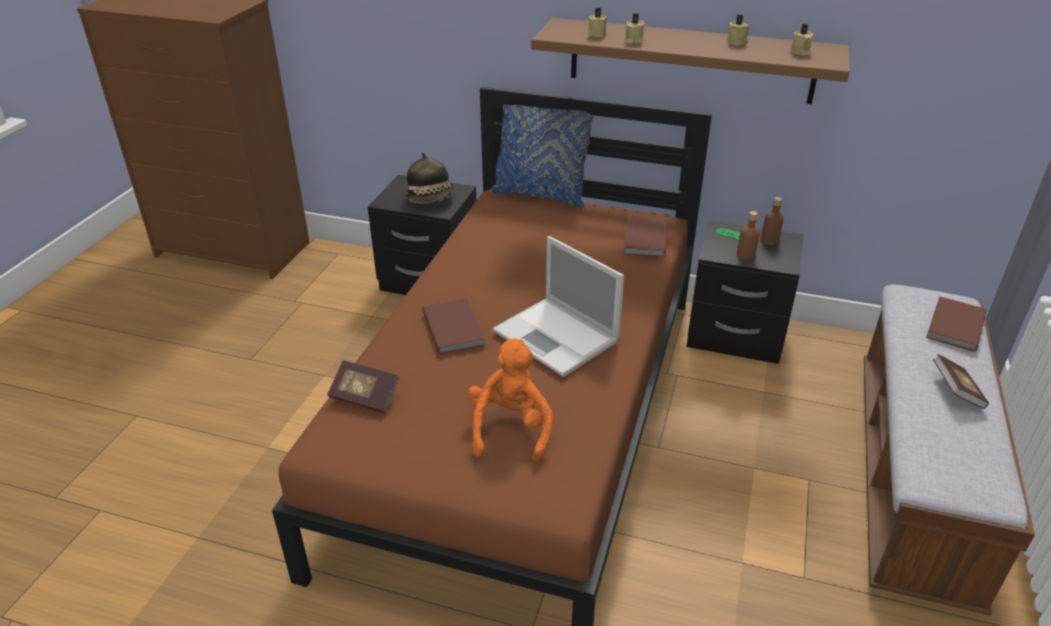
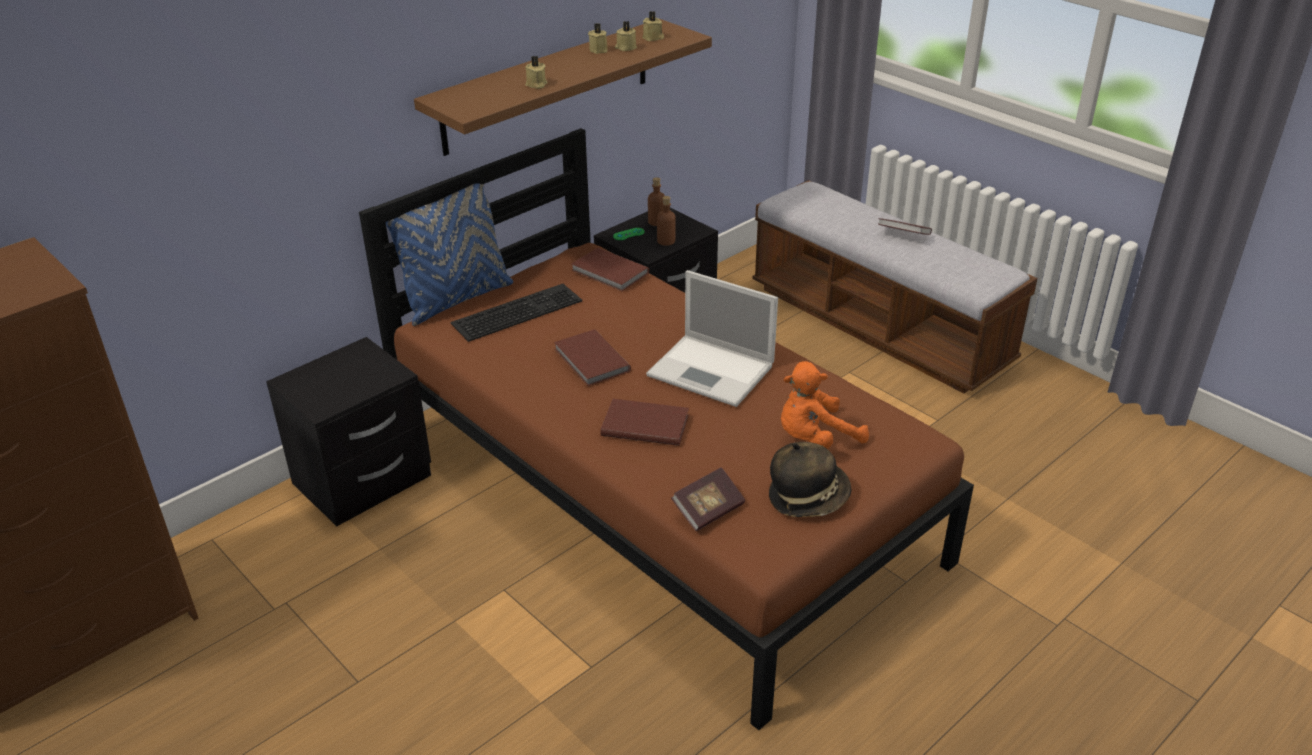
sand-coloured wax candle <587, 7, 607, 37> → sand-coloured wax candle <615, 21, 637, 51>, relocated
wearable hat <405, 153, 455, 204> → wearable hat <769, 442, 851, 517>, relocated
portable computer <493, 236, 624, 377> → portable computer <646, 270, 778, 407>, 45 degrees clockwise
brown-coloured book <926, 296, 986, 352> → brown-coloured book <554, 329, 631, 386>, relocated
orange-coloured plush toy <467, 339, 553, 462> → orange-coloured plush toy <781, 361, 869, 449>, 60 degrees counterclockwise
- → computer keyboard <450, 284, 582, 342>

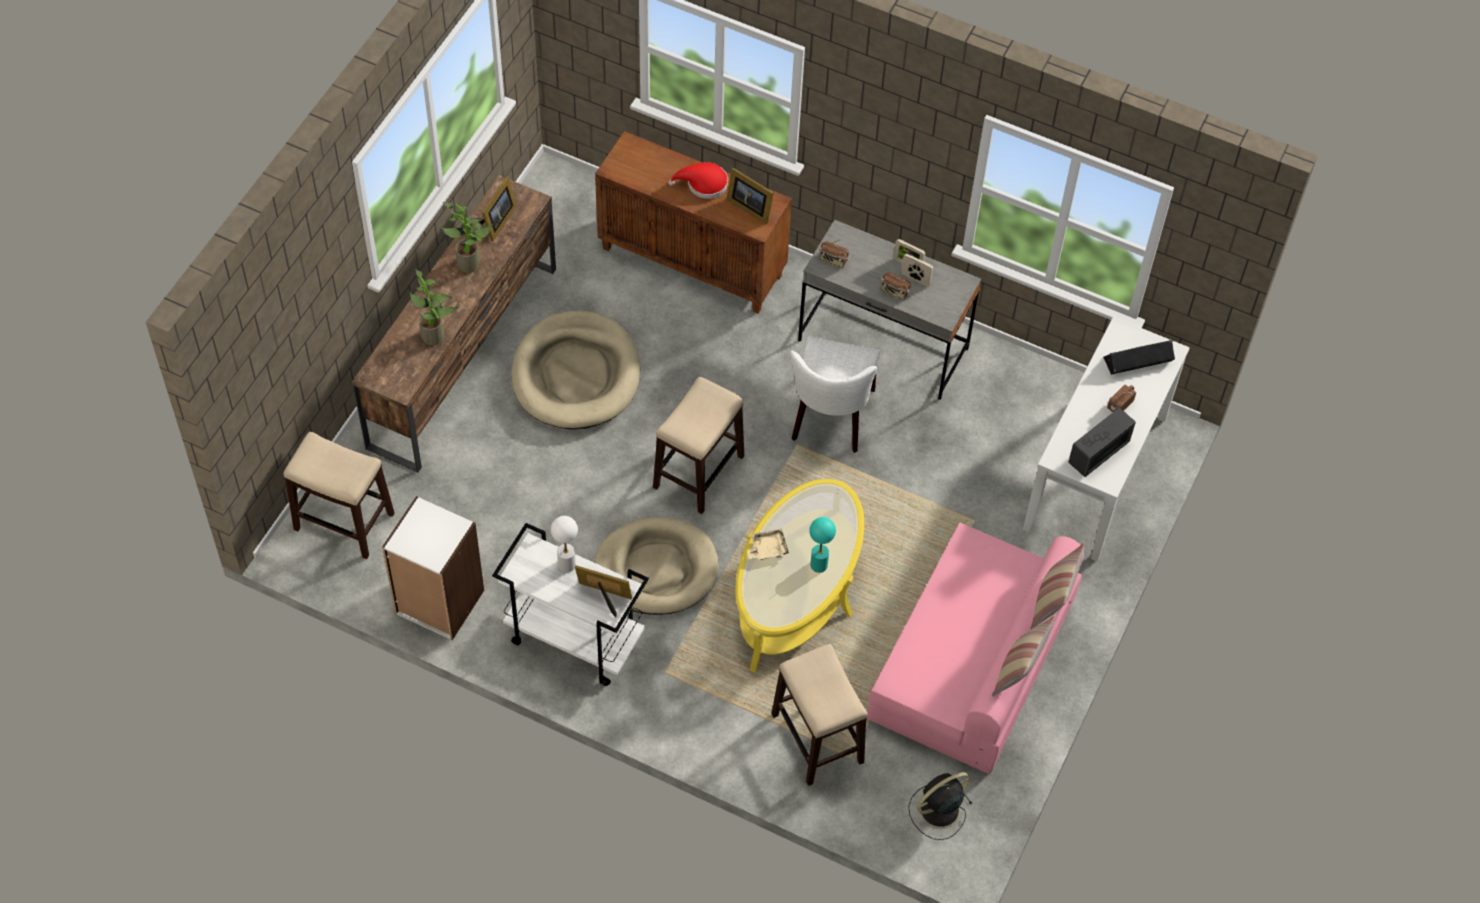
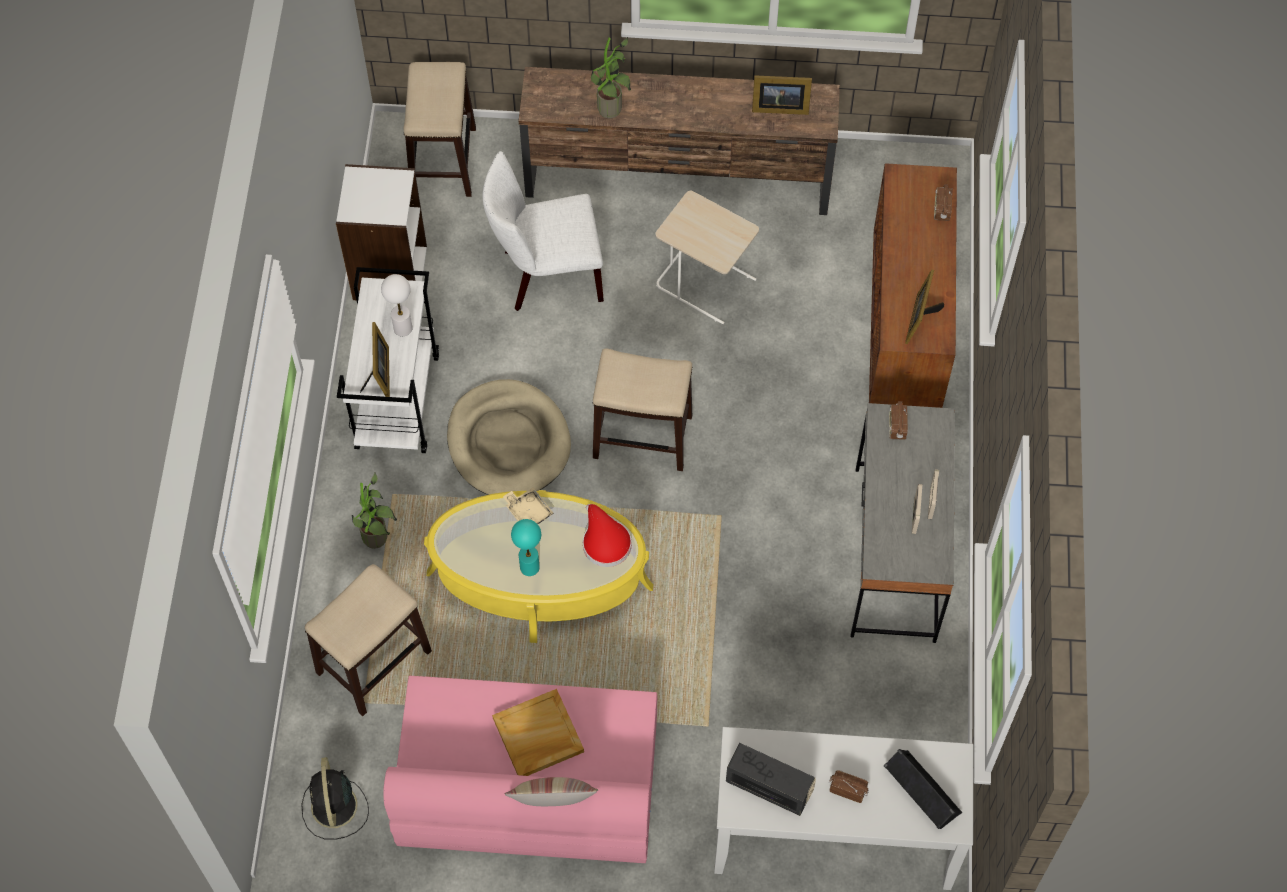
red-coloured wearable hat <668, 162, 728, 199> → red-coloured wearable hat <583, 504, 631, 567>, relocated
plant in a pot <440, 202, 493, 273> → plant in a pot <352, 472, 397, 549>, relocated
radio <881, 272, 911, 300> → radio <934, 184, 953, 221>, relocated
sand-coloured dog cushion <511, 311, 640, 430> → sand-coloured accent table <655, 191, 759, 324>
whitish upright chair <790, 337, 880, 453> → whitish upright chair <482, 151, 604, 311>, relocated
throw pillow <992, 615, 1056, 696> → -
black cooling fan <908, 772, 972, 840> → black cooling fan <301, 757, 369, 840>, 135 degrees counterclockwise
- → sand-coloured tray <492, 689, 584, 776>

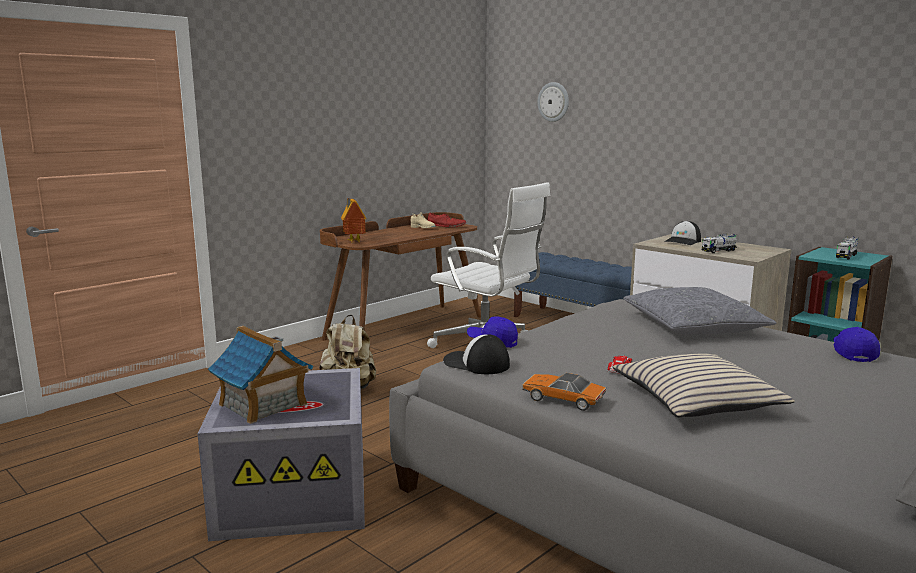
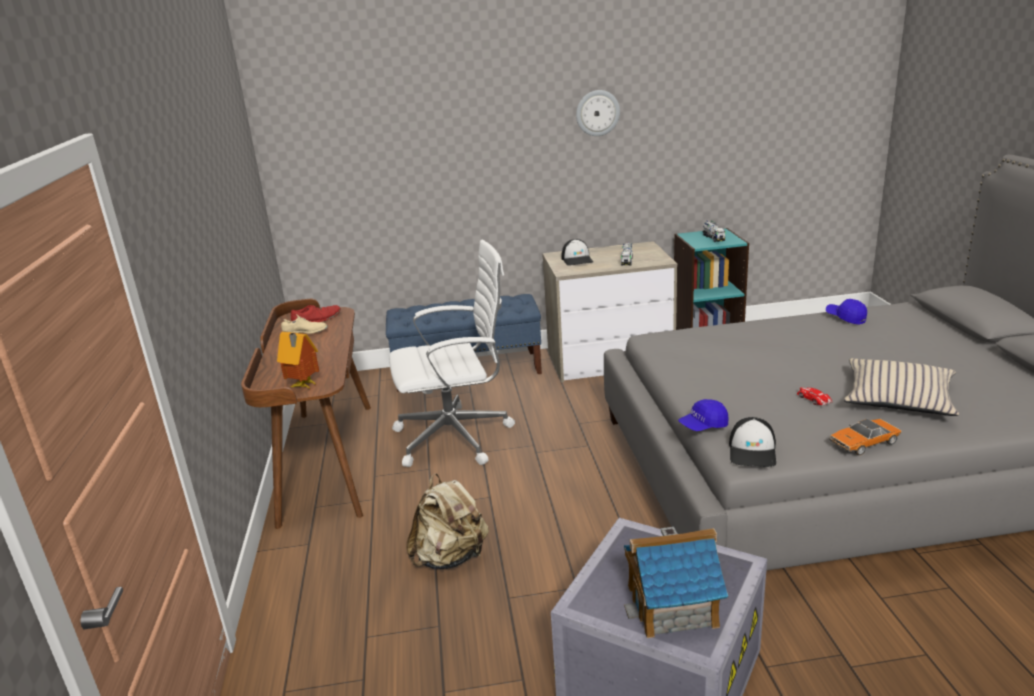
wall clock <537, 82, 569, 122> → wall clock <576, 90, 620, 136>, relocated
greyish throw pillow <623, 287, 777, 335> → -
cap <443, 334, 510, 374> → cap <729, 417, 776, 467>, 60 degrees counterclockwise

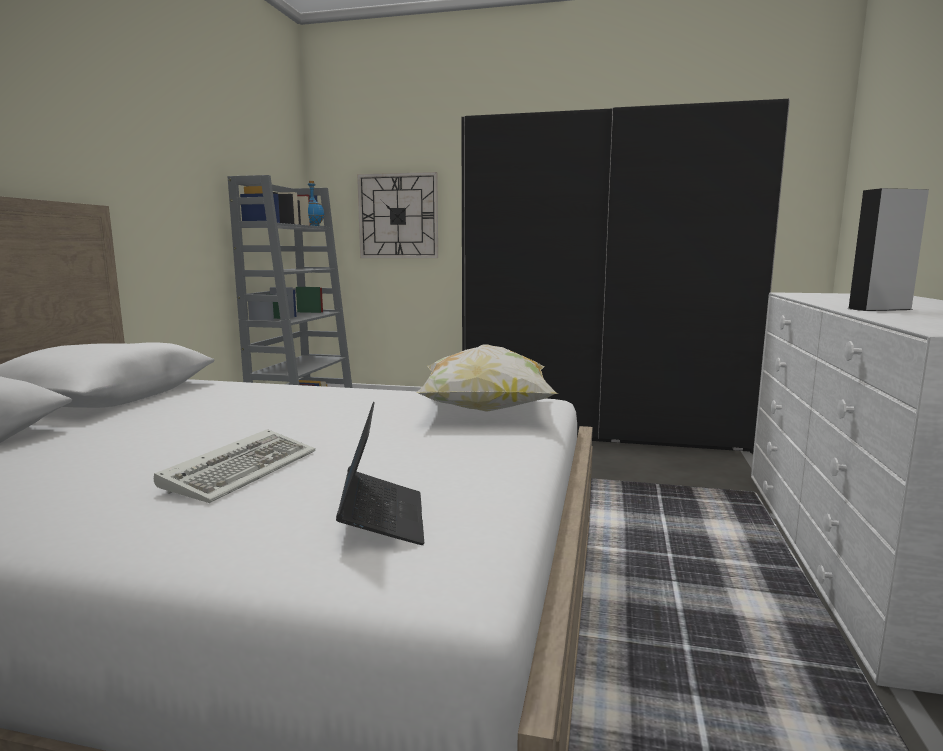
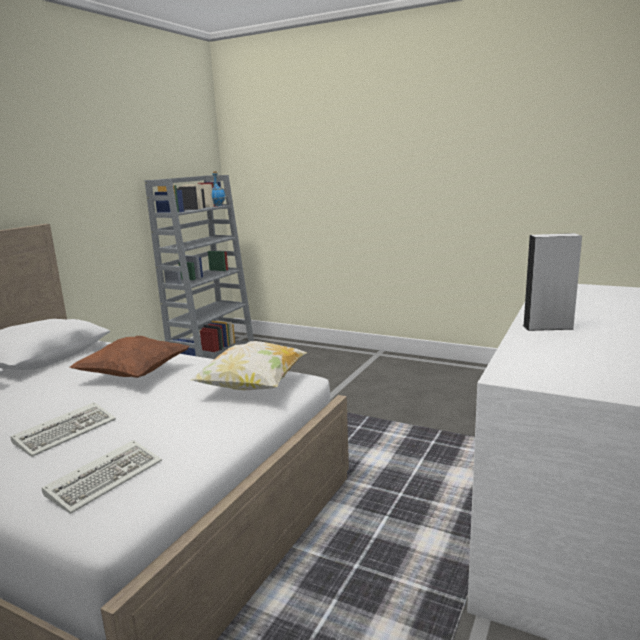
black wardrobe <461, 98, 790, 453> → -
wall clock <357, 172, 438, 258> → -
portable computer <336, 402, 424, 545> → computer keyboard <42, 440, 162, 514>
- → brown-coloured throw pillow <70, 336, 190, 378>

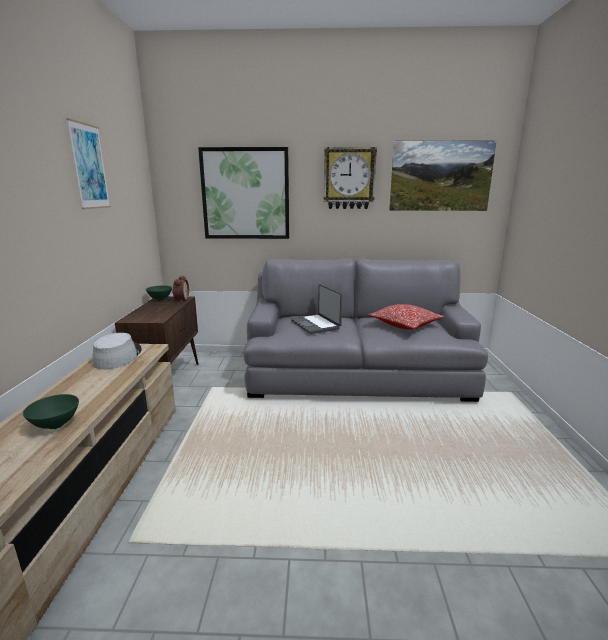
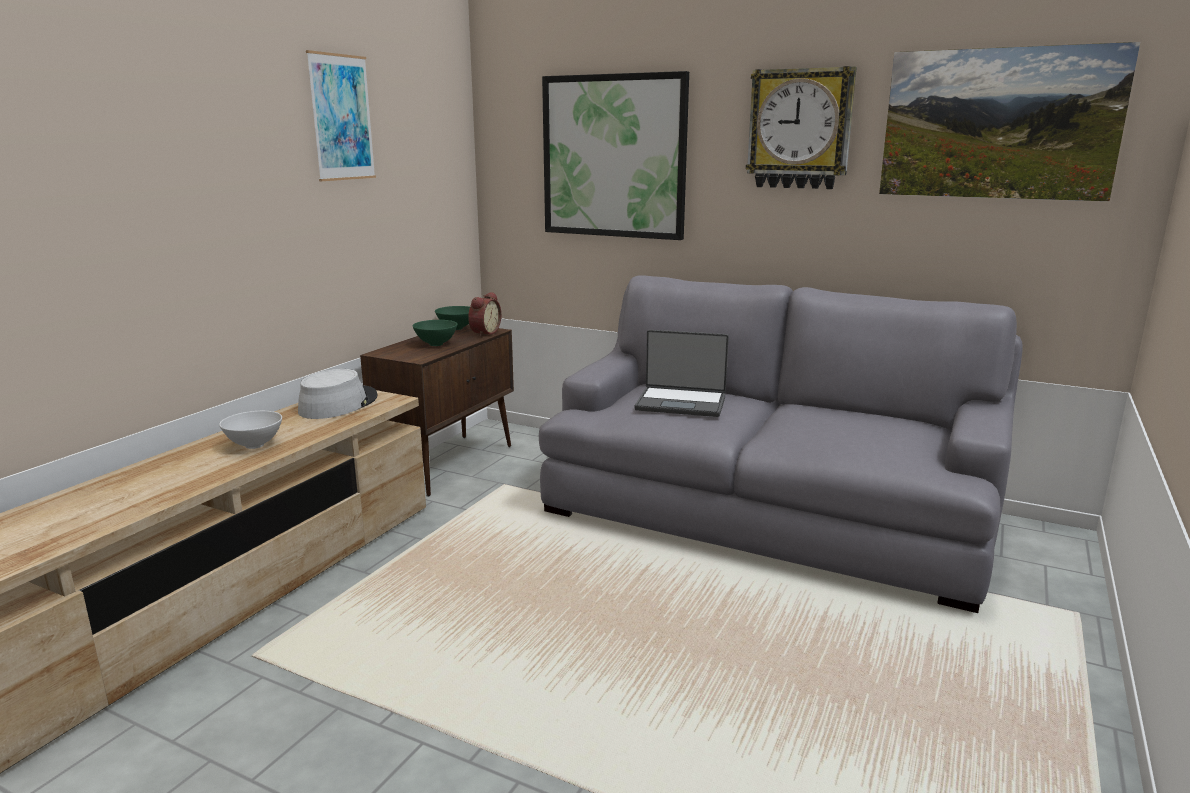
portable computer <291, 284, 342, 334> → portable computer <635, 330, 729, 417>, 75 degrees counterclockwise
throw pillow <368, 304, 445, 330> → -
green serving bowl <23, 394, 79, 429> → green serving bowl <413, 320, 457, 346>, relocated
- → whitish serving bowl <219, 411, 282, 449>

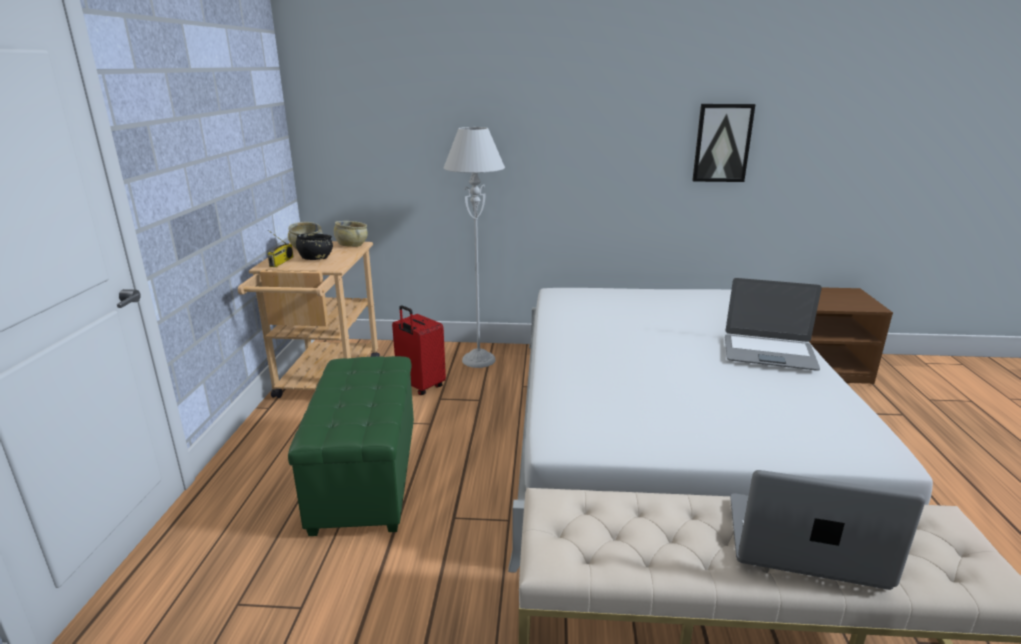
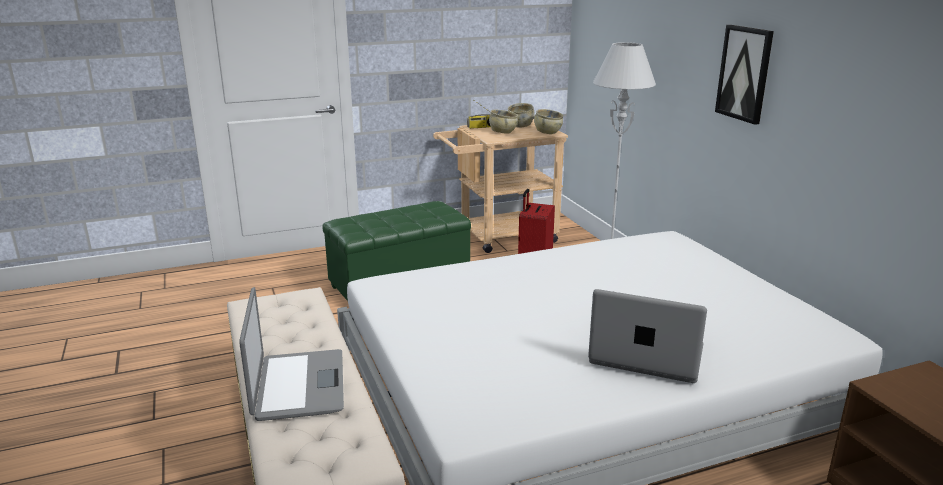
wall art <692, 104, 756, 182> → wall art <715, 25, 774, 125>, relocated
black serving bowl <296, 233, 333, 260> → sand-coloured serving bowl <489, 110, 518, 134>
portable computer <725, 278, 822, 371> → portable computer <588, 289, 707, 383>, 120 degrees clockwise

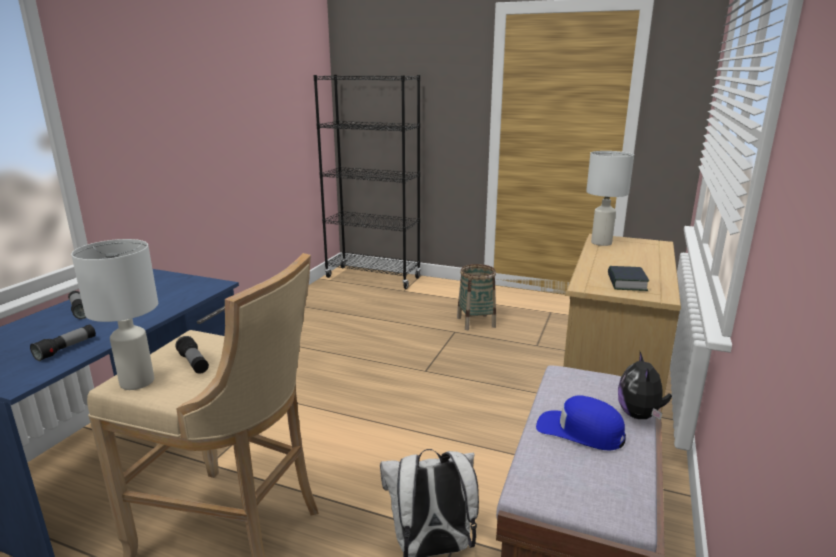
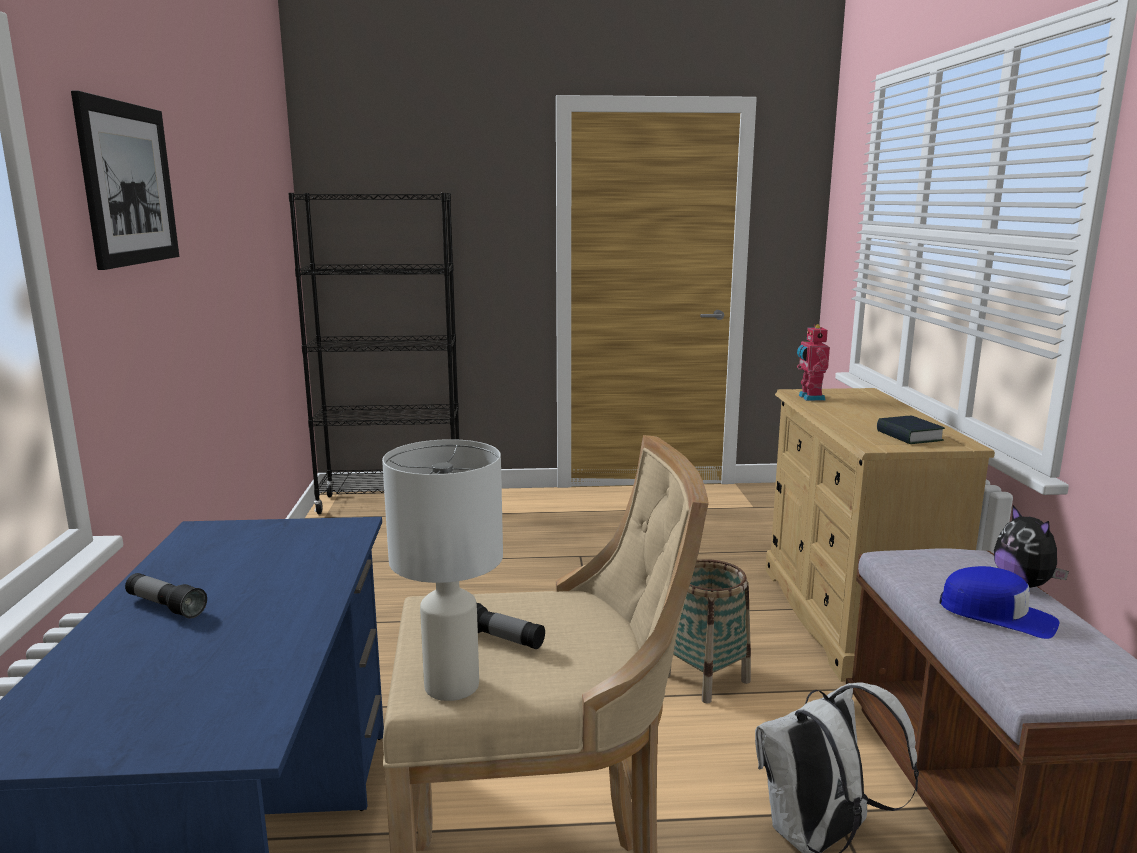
whitish tabletop lamp <586, 151, 634, 246> → toy robot <797, 324, 830, 401>
household basket <457, 264, 496, 330> → household basket <668, 559, 751, 704>, relocated
hand torch <30, 324, 96, 361> → -
blue-coloured cap <536, 395, 626, 450> → blue-coloured cap <939, 566, 1059, 639>, 150 degrees counterclockwise
- → wall art <71, 91, 179, 270>

